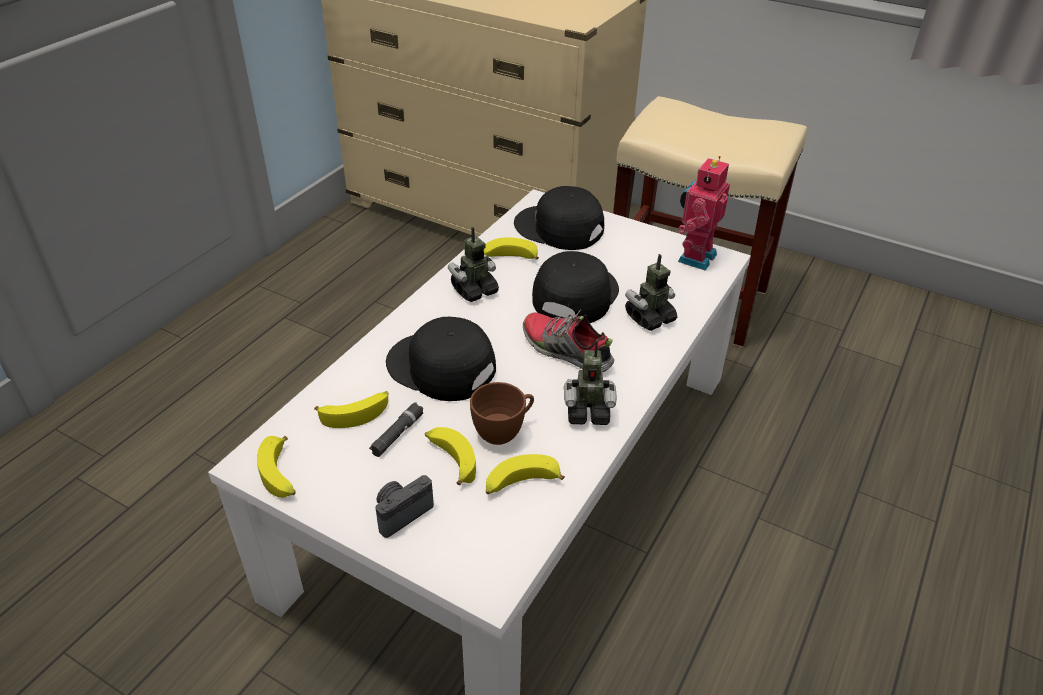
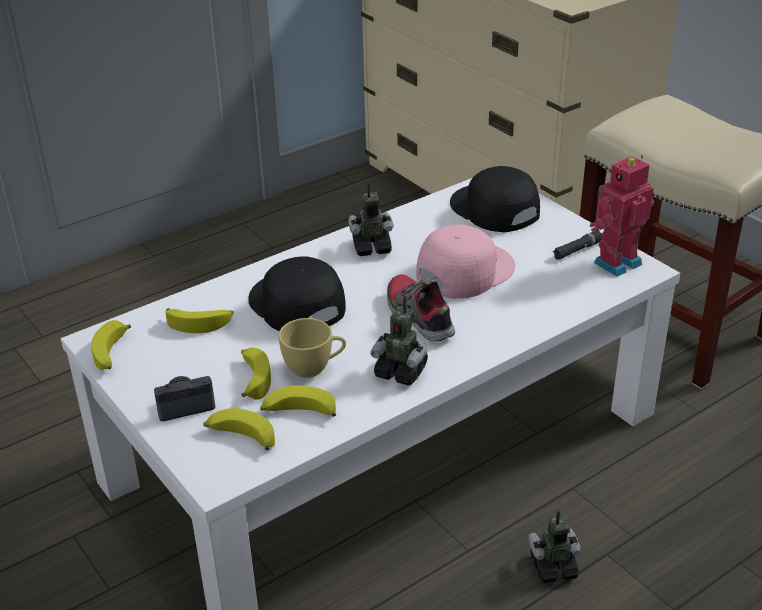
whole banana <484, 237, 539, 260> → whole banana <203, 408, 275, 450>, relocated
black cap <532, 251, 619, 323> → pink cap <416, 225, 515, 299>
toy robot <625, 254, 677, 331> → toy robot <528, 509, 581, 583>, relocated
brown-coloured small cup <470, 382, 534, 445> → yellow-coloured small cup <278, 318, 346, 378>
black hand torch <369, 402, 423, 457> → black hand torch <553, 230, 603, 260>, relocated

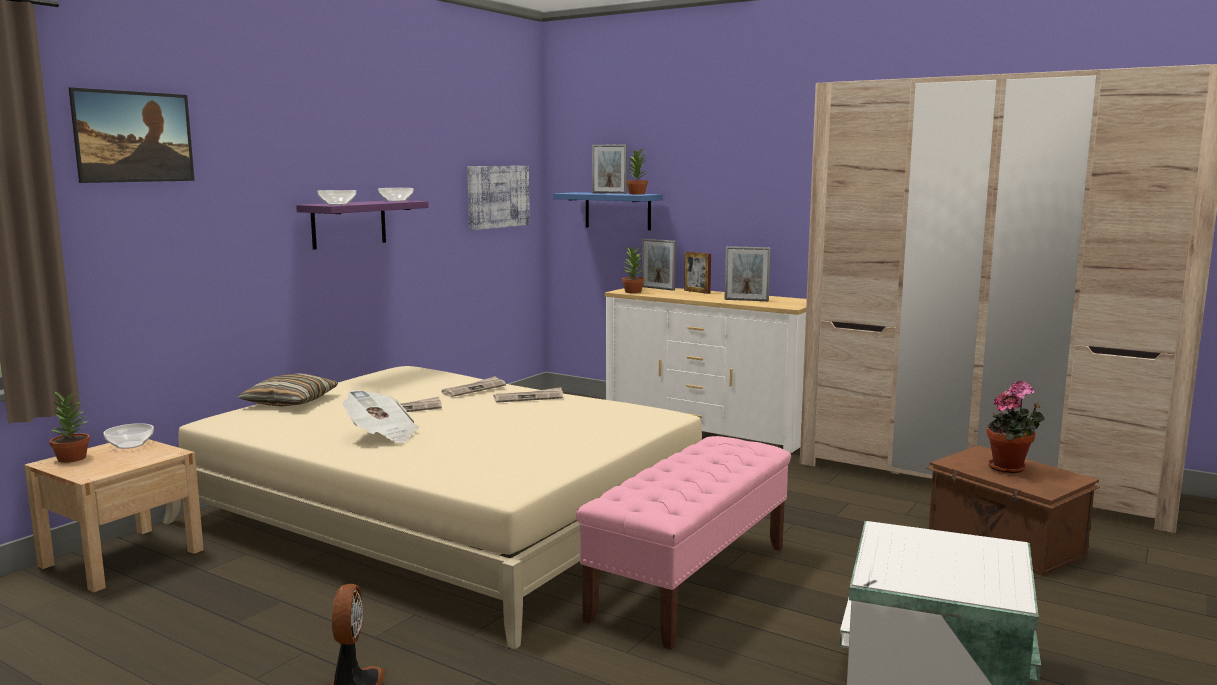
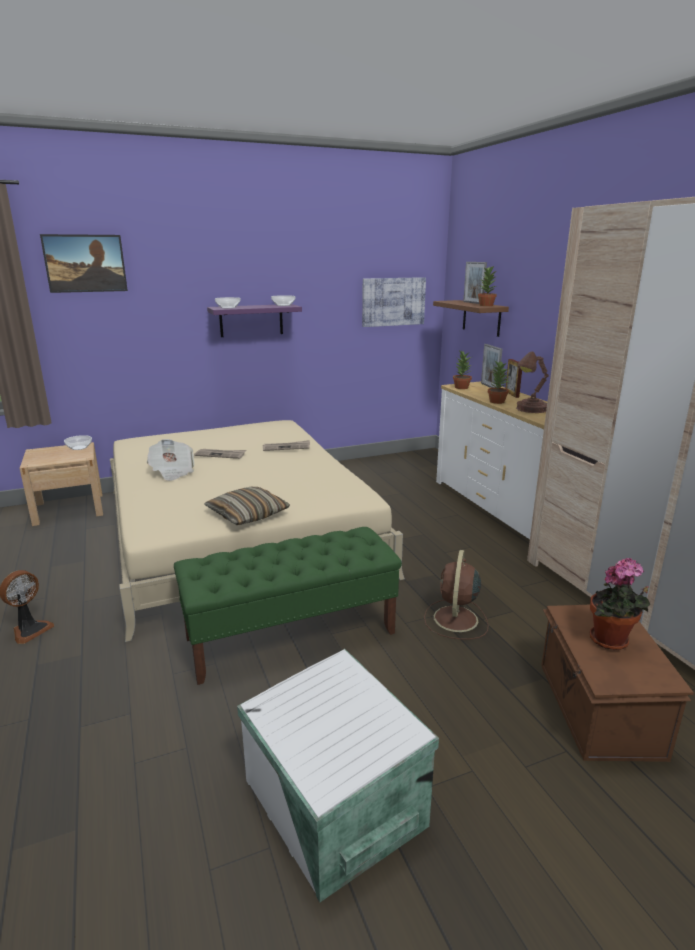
blue-coloured wall shelf <553, 192, 663, 230> → brown-coloured wall shelf <433, 300, 509, 337>
photo frame <724, 246, 771, 301> → brown-coloured tabletop lamp <516, 351, 549, 413>
throw pillow <238, 373, 338, 407> → throw pillow <204, 487, 290, 525>, relocated
printed paper <493, 387, 563, 403> → -
plant in a pot <50, 392, 90, 463> → plant in a pot <488, 361, 510, 404>, relocated
pink long seat <576, 436, 791, 650> → green long seat <174, 527, 402, 685>
- → brown-coloured cooling fan <424, 550, 488, 640>

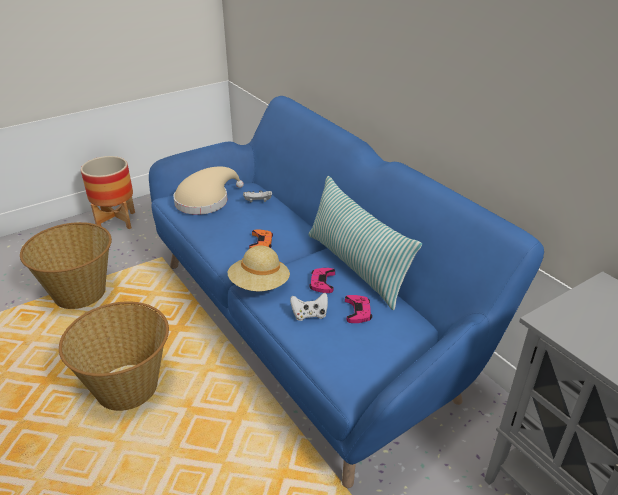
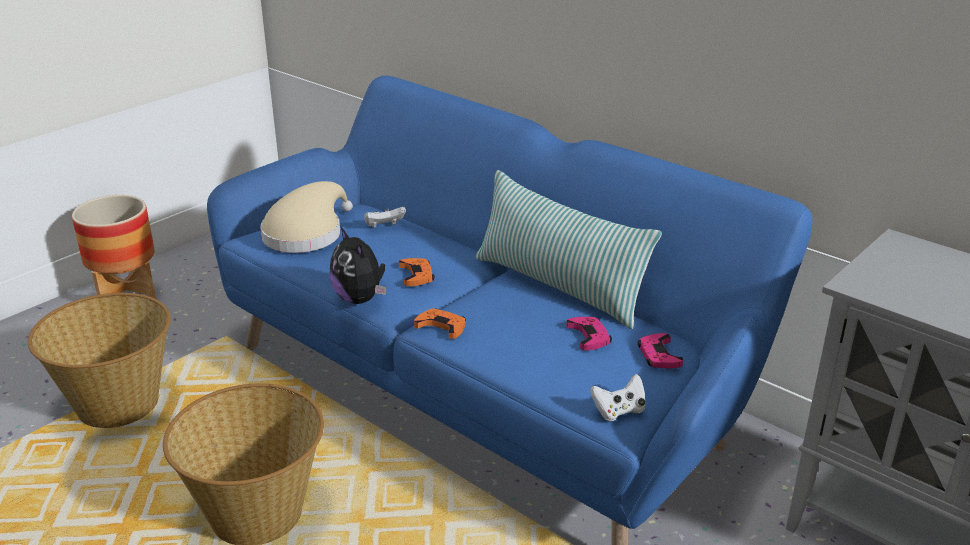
sand-coloured wearable hat <228, 245, 290, 291> → orange-coloured game controller <414, 308, 466, 339>
pink game controller <309, 268, 335, 293> → pink game controller <638, 333, 683, 369>, relocated
whitish game controller <290, 293, 328, 321> → whitish game controller <590, 374, 645, 421>, relocated
- → plush toy <329, 227, 386, 304>

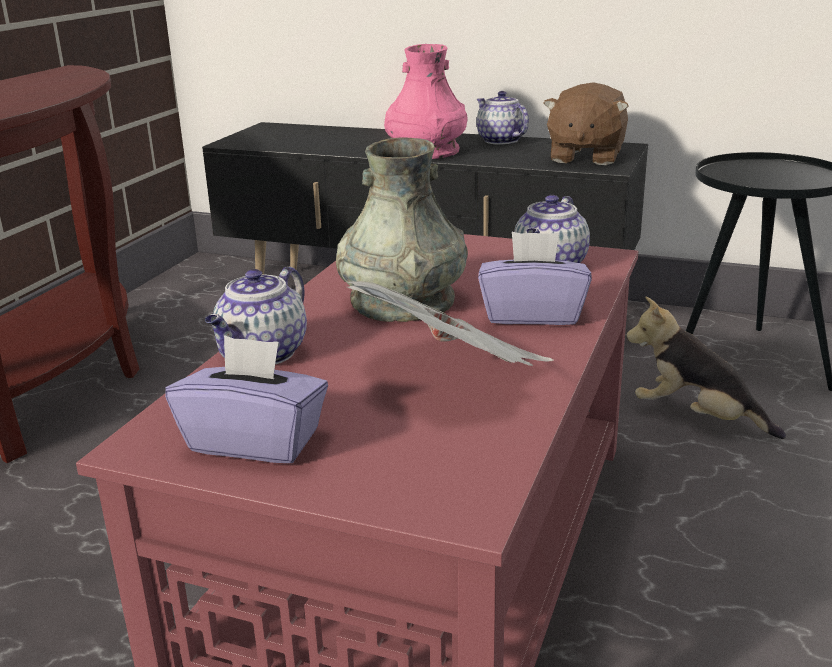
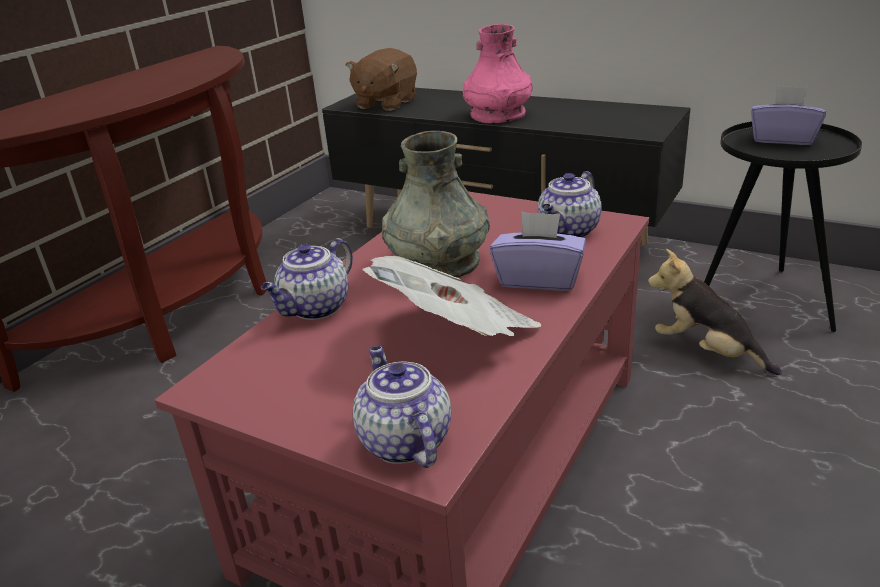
brown-coloured plush toy <543, 82, 628, 165> → brown-coloured plush toy <346, 48, 417, 111>, relocated
pot for tea <476, 91, 529, 145> → pot for tea <353, 346, 452, 468>, relocated
purple-coloured tissue holder <165, 335, 328, 463> → purple-coloured tissue holder <751, 86, 826, 145>, relocated

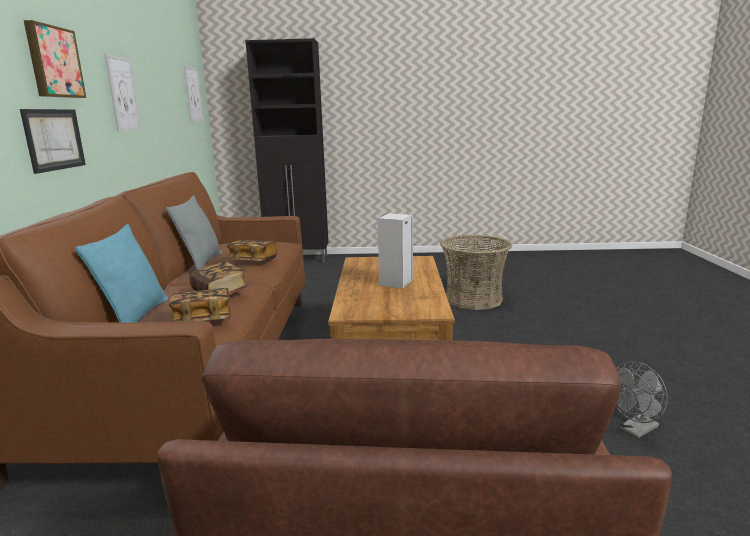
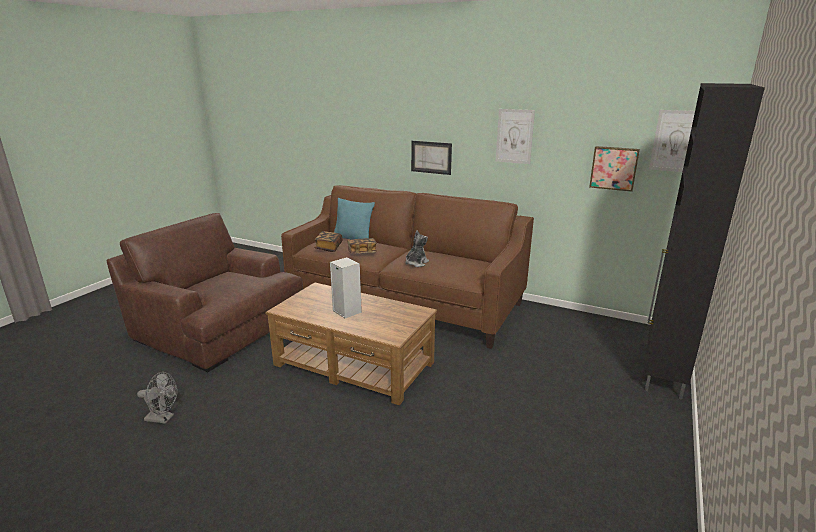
wall art <24, 20, 86, 98> → wall art <589, 146, 640, 192>, relocated
greyish throw pillow <166, 196, 222, 270> → -
household basket <440, 235, 512, 310> → -
book <227, 240, 277, 261> → plush toy <405, 230, 429, 267>
greyish cooling fan <616, 361, 668, 438> → greyish cooling fan <137, 372, 177, 424>, 105 degrees clockwise

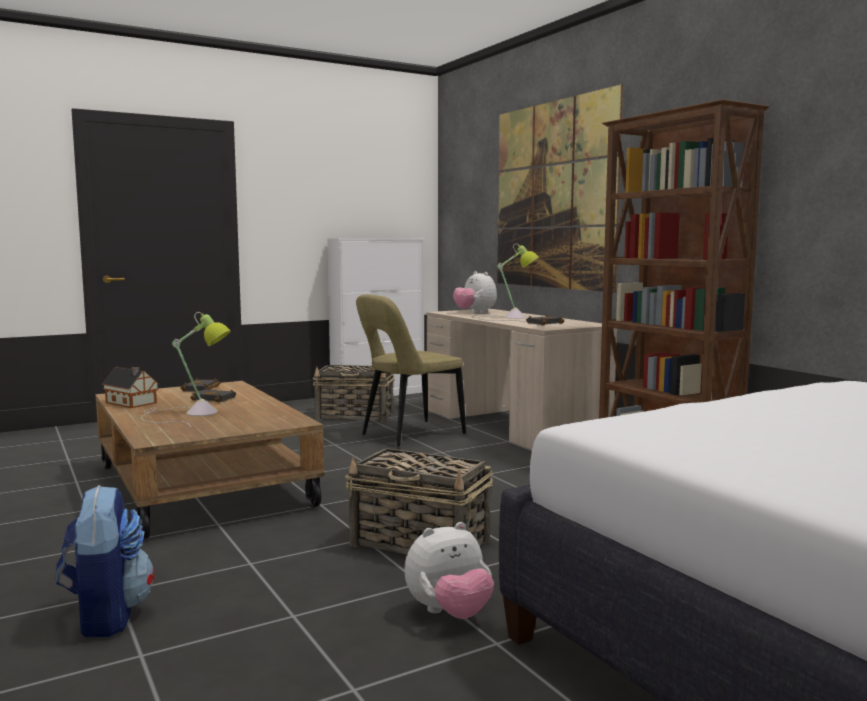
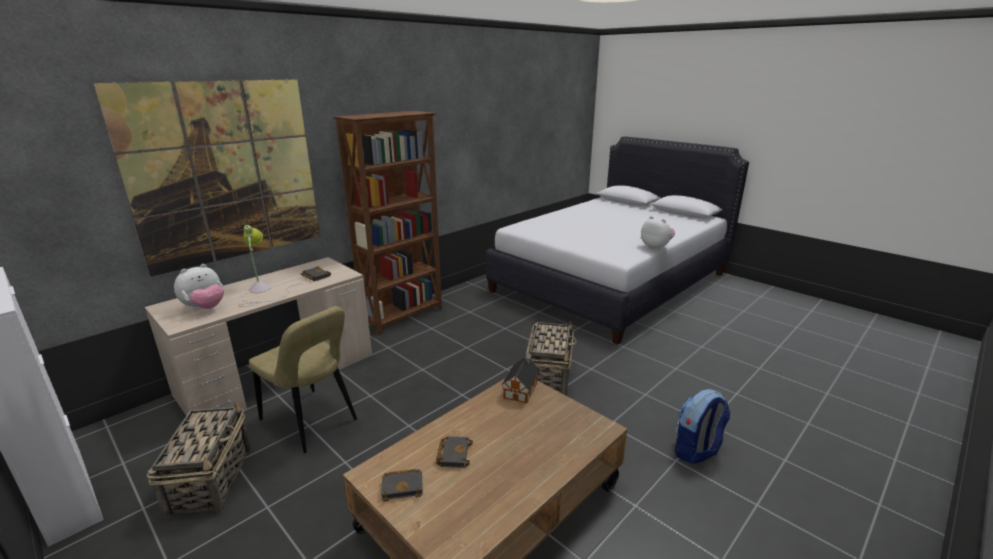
tabletop lamp <141, 312, 231, 427> → -
model house <102, 367, 159, 408> → model house <502, 356, 540, 404>, relocated
plush toy <404, 522, 494, 619> → plush toy <641, 216, 675, 251>, relocated

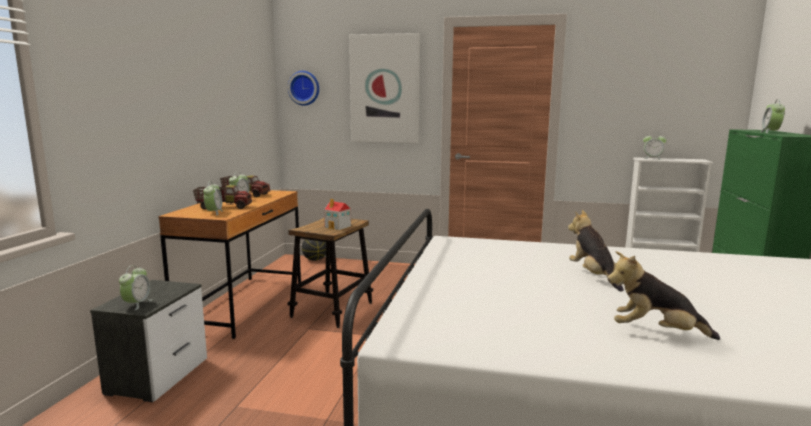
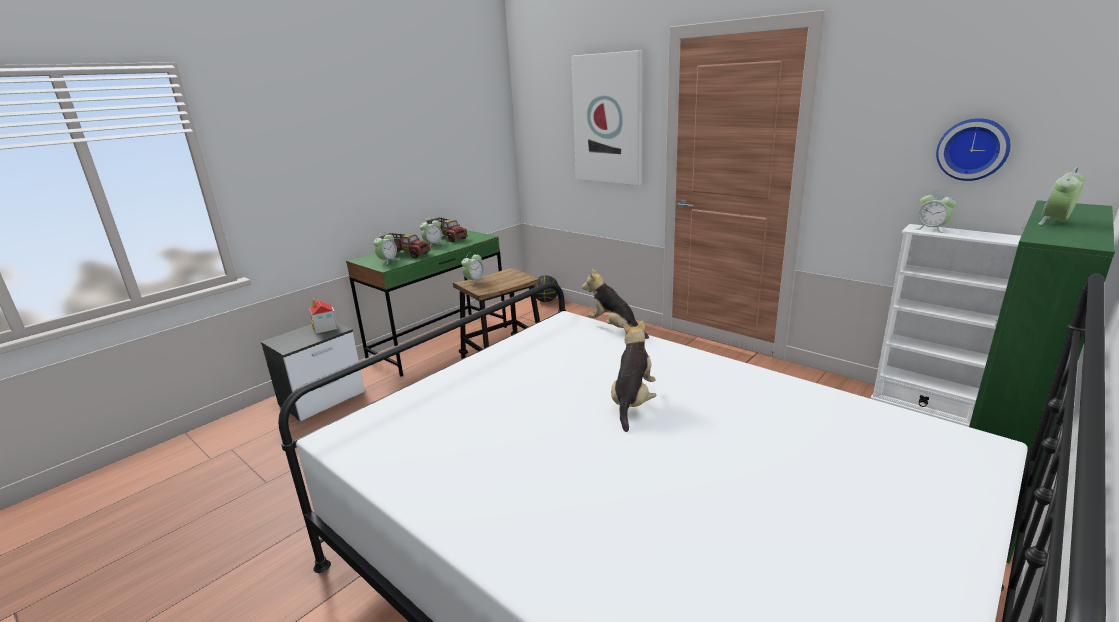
wall clock <288, 71, 319, 106> → wall clock <936, 118, 1011, 181>, relocated
brown-coloured desk unit <158, 190, 301, 339> → green desk unit <346, 230, 507, 377>
model house <324, 198, 351, 230> → model house <309, 298, 337, 334>, relocated
plush toy <608, 251, 720, 340> → plush toy <582, 269, 649, 339>, relocated
alarm clock <119, 265, 152, 310> → alarm clock <461, 252, 485, 285>, relocated

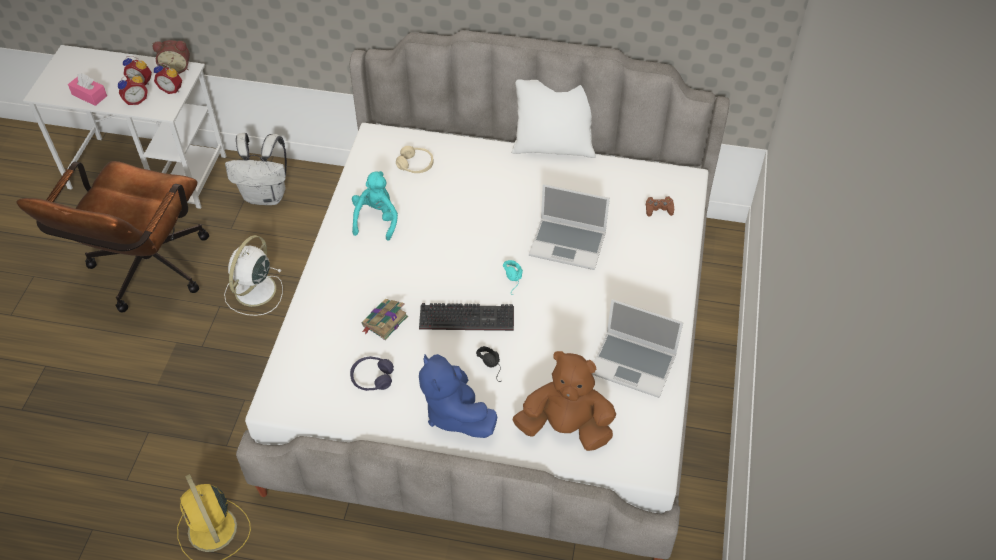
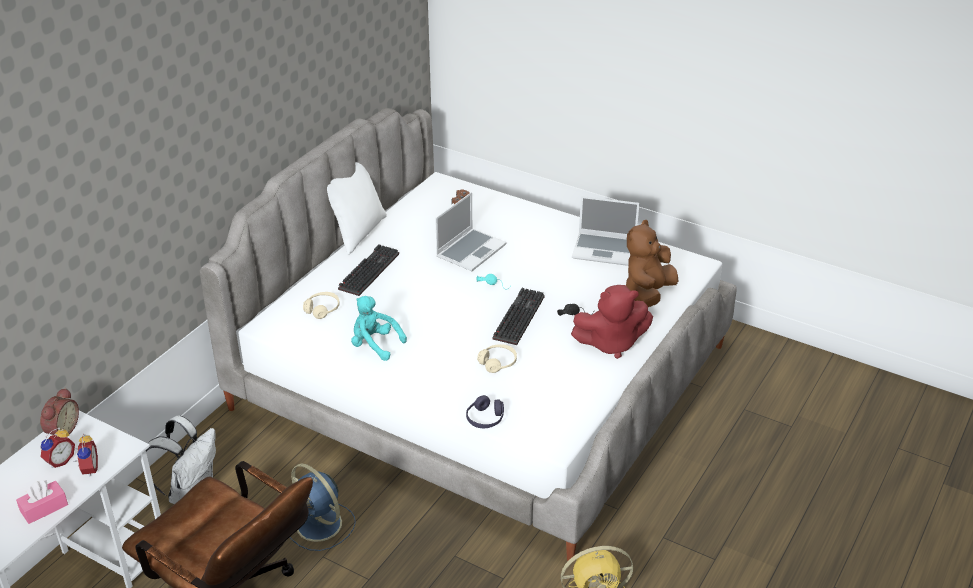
alarm clock <154, 64, 182, 94> → -
whitish cooling fan <224, 235, 283, 316> → blue-coloured cooling fan <290, 464, 356, 551>
book <362, 299, 408, 340> → sand-coloured pair of headphones <477, 344, 517, 373>
portable computer <592, 299, 683, 398> → portable computer <572, 196, 639, 266>, 60 degrees clockwise
blue-coloured plush toy <419, 354, 497, 438> → red-coloured plush toy <571, 285, 653, 359>
purple-coloured pair of headphones <350, 356, 394, 391> → purple-coloured pair of headphones <466, 395, 504, 428>, relocated
- → computer keyboard <338, 244, 399, 296>

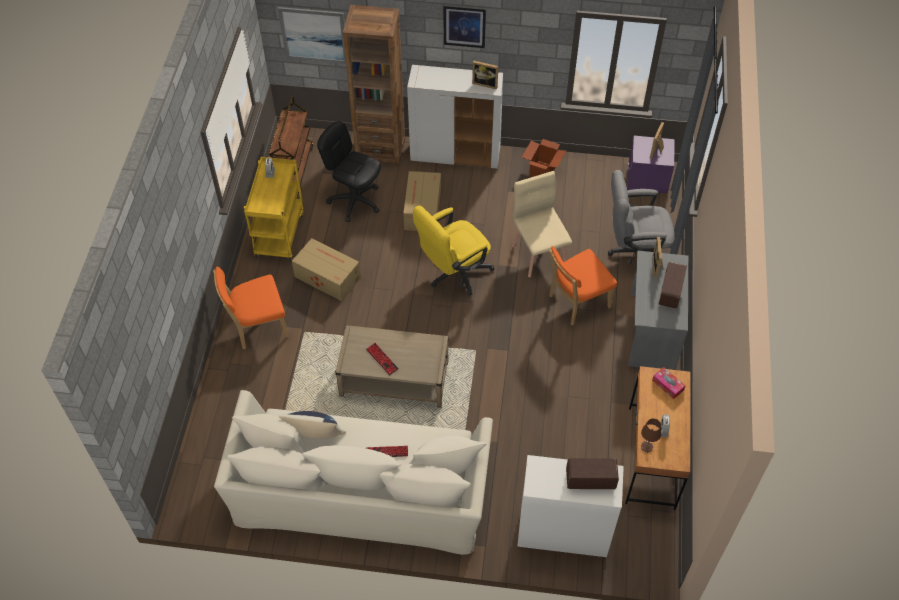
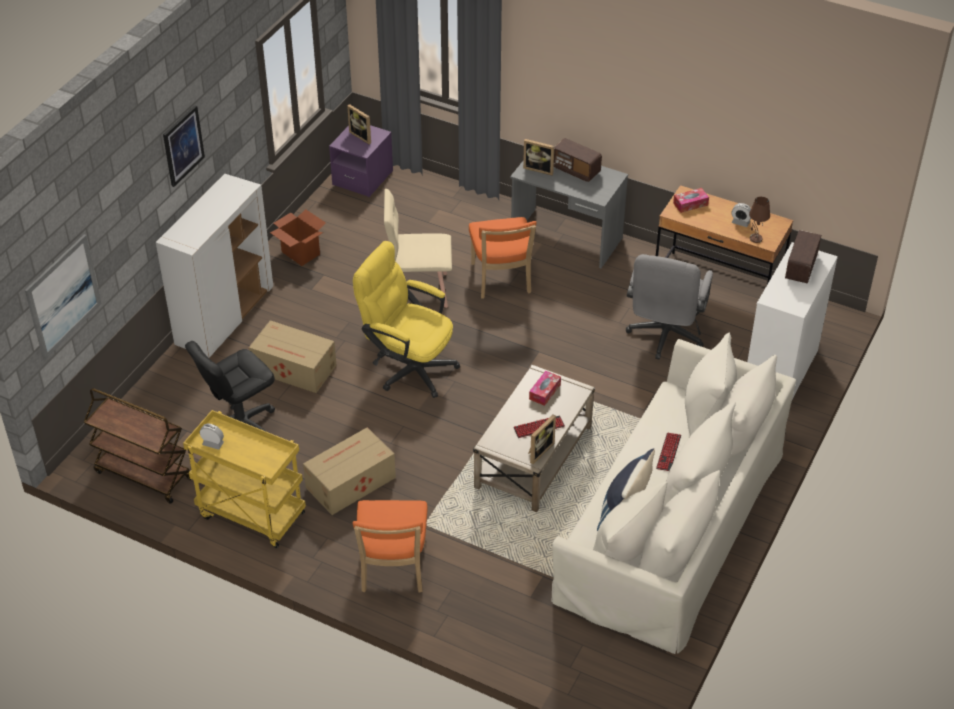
brown-coloured shelving unit <343, 5, 405, 167> → -
photo frame <472, 61, 498, 89> → photo frame <528, 415, 556, 464>, relocated
greyish desk chair <608, 170, 675, 277> → greyish desk chair <626, 254, 713, 360>, relocated
yellow-coloured desk chair <413, 205, 494, 295> → yellow-coloured desk chair <353, 241, 460, 398>, 135 degrees clockwise
- → tissue holder <529, 371, 561, 406>

